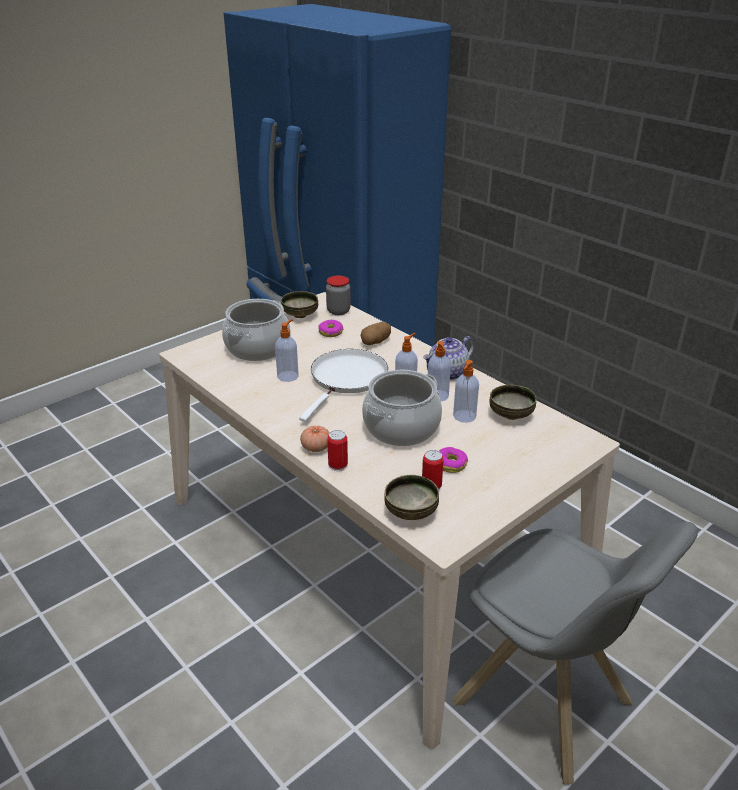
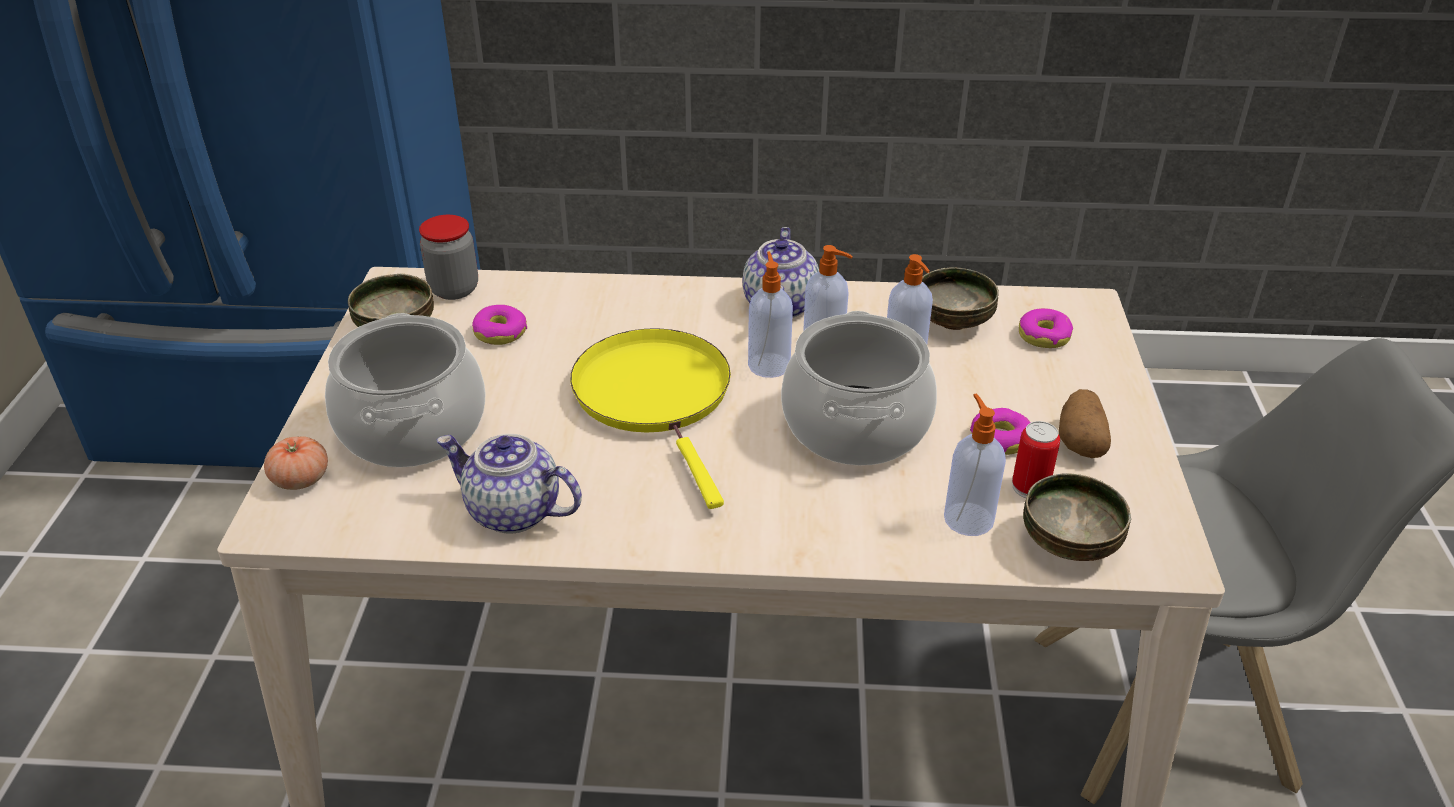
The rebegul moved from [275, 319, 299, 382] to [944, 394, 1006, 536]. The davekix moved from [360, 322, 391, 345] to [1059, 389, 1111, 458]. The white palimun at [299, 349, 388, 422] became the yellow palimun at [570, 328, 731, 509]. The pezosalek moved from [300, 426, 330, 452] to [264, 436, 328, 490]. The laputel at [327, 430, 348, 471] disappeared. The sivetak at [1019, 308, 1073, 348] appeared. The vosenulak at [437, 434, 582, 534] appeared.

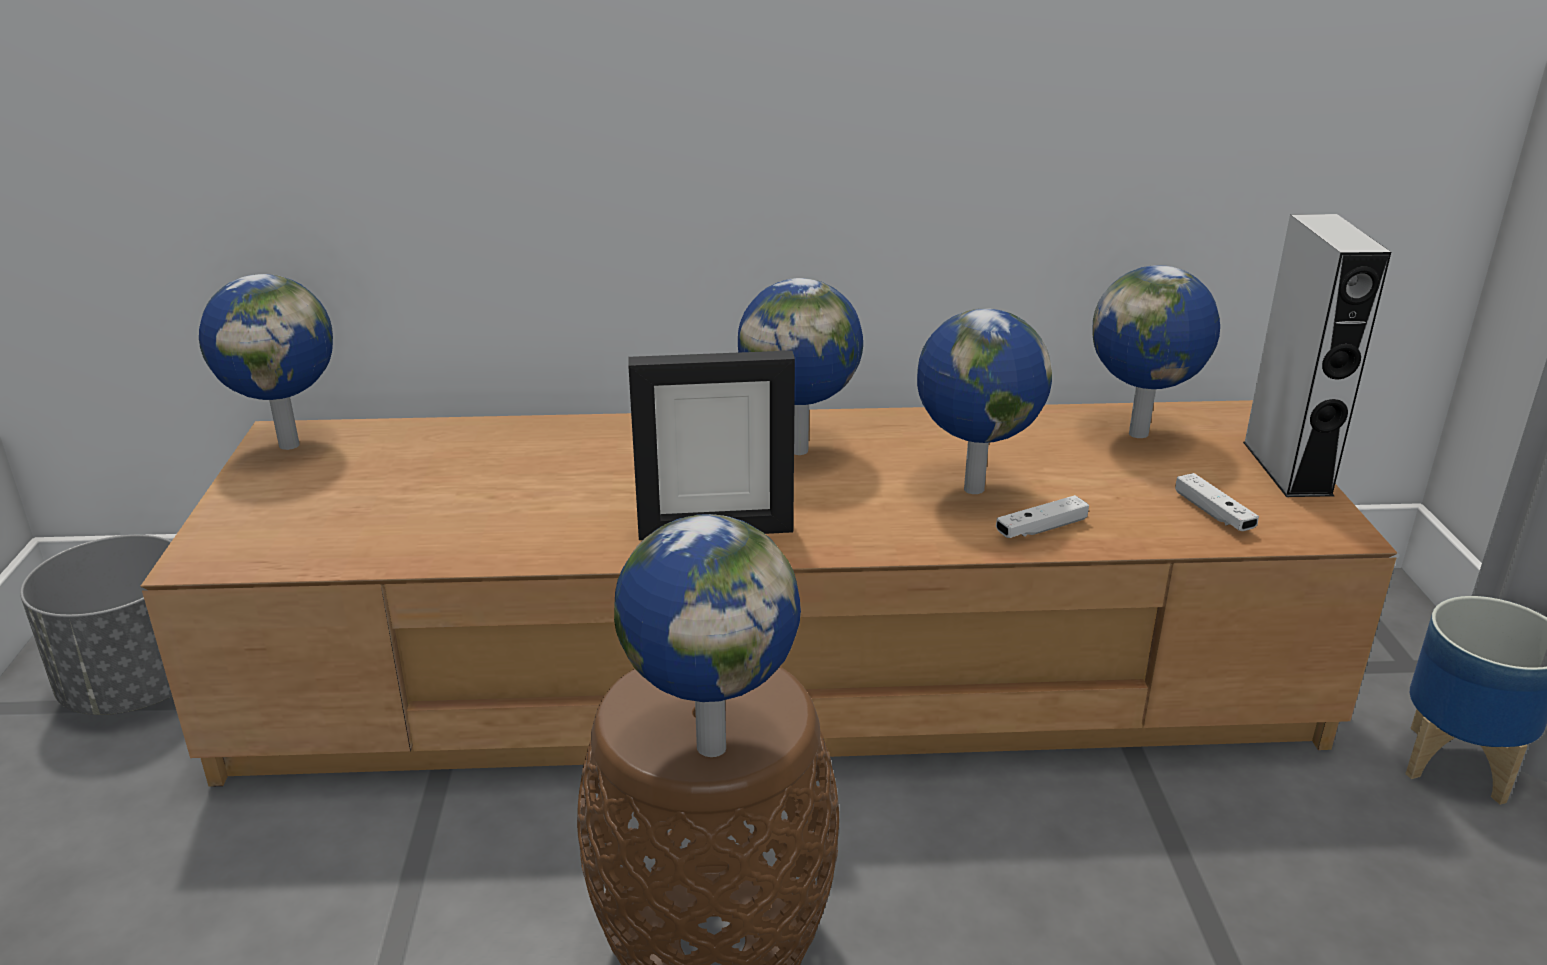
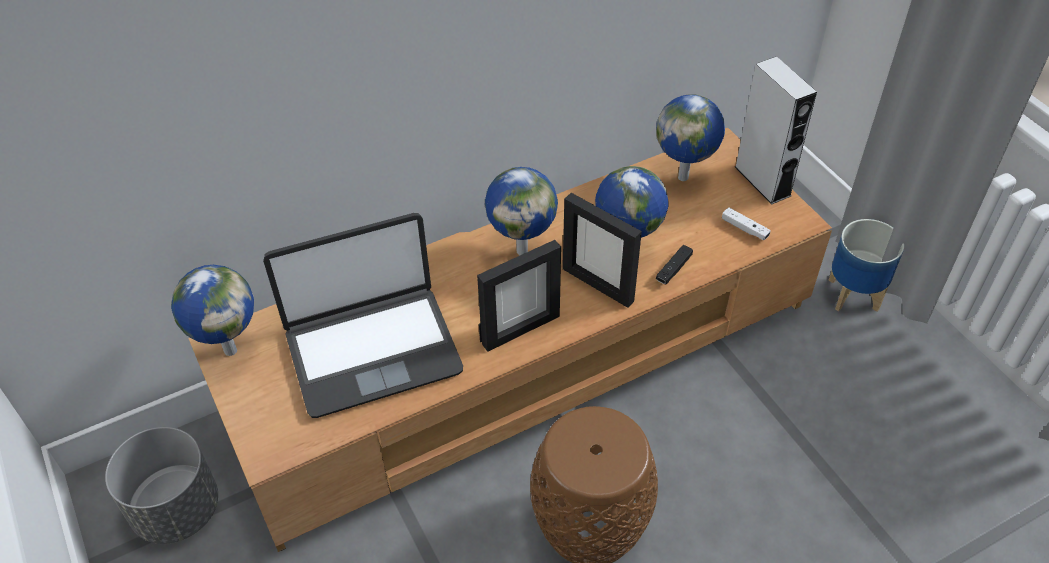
The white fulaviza at [996, 495, 1089, 538] became the black fulaviza at [656, 245, 693, 284]. The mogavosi at [614, 514, 801, 757] disappeared. The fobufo at [563, 193, 642, 308] appeared. The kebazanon at [263, 213, 463, 418] appeared.

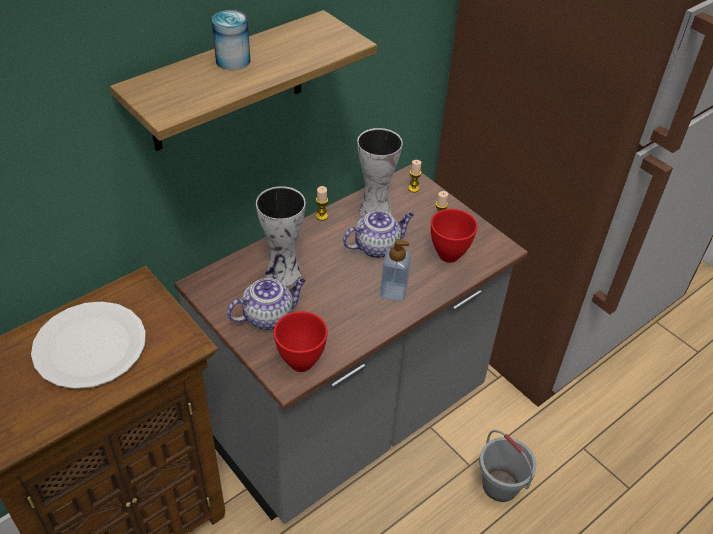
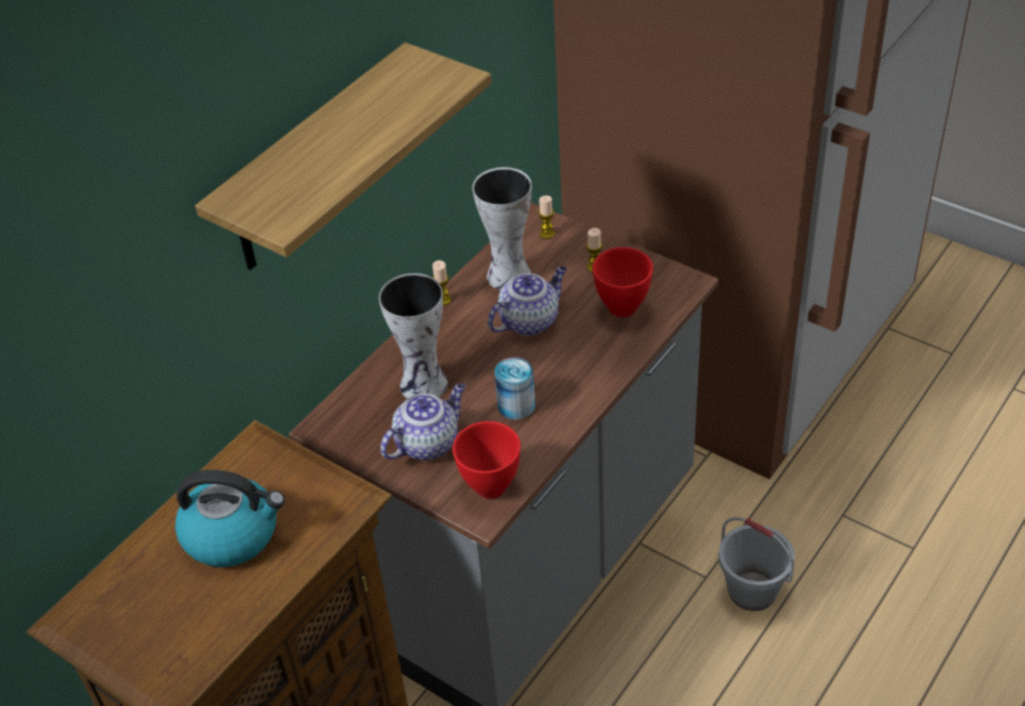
The laputel moved from [212, 10, 250, 70] to [495, 357, 535, 420]. The rebegul at [380, 239, 411, 301] disappeared. The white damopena at [31, 302, 146, 389] was replaced by the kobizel at [175, 470, 285, 567].

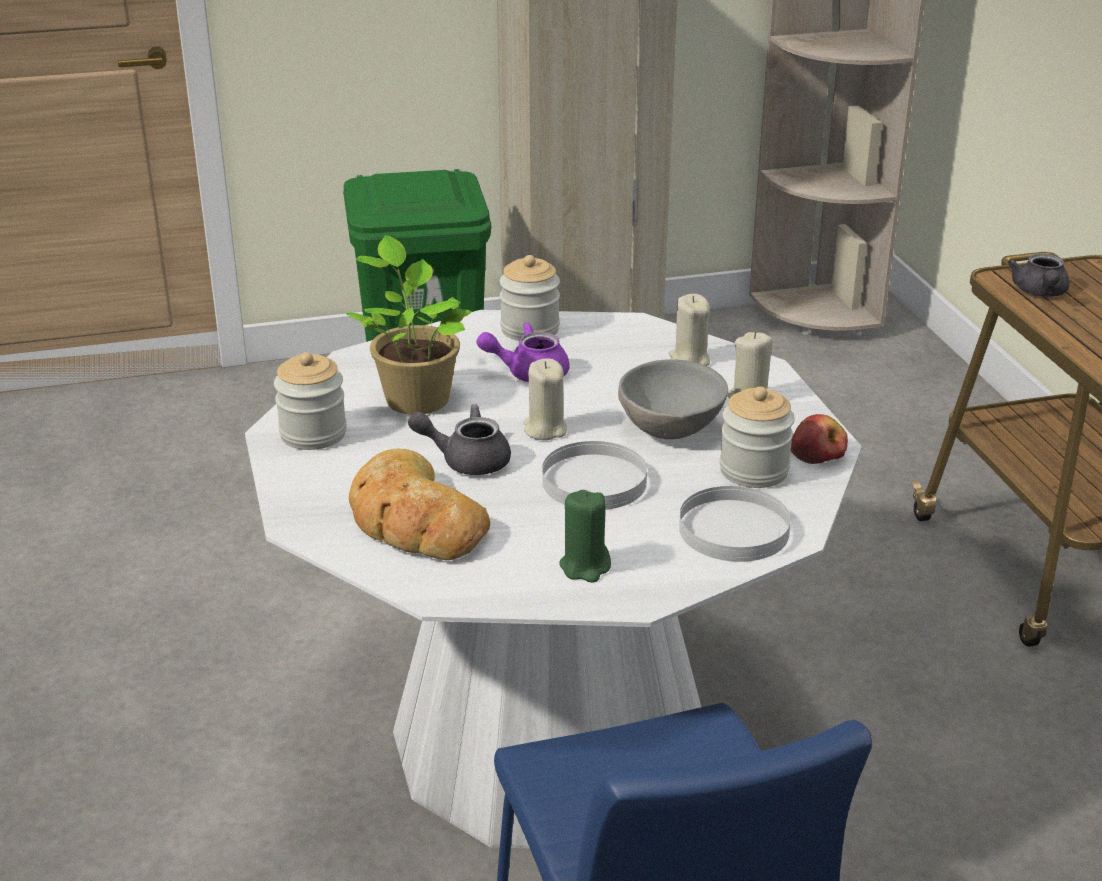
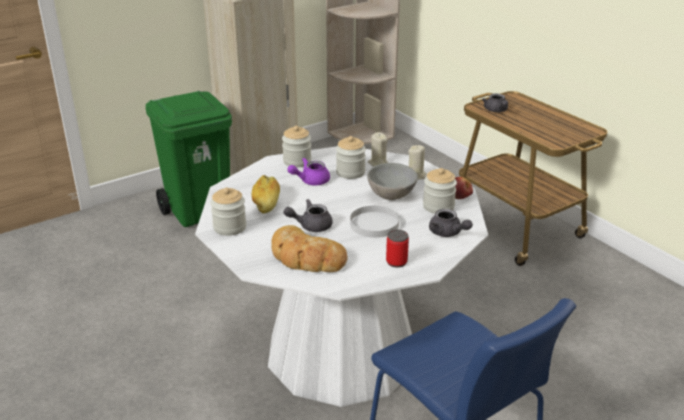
The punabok at [346, 235, 472, 415] was replaced by the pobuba at [252, 175, 280, 214]. The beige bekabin at [524, 359, 567, 440] disappeared. The white damopena at [679, 486, 791, 562] was replaced by the grey vosenulak at [429, 209, 473, 237]. The green bekabin at [559, 490, 611, 583] was replaced by the laputel at [386, 230, 409, 267]. The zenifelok at [336, 136, 366, 179] appeared.

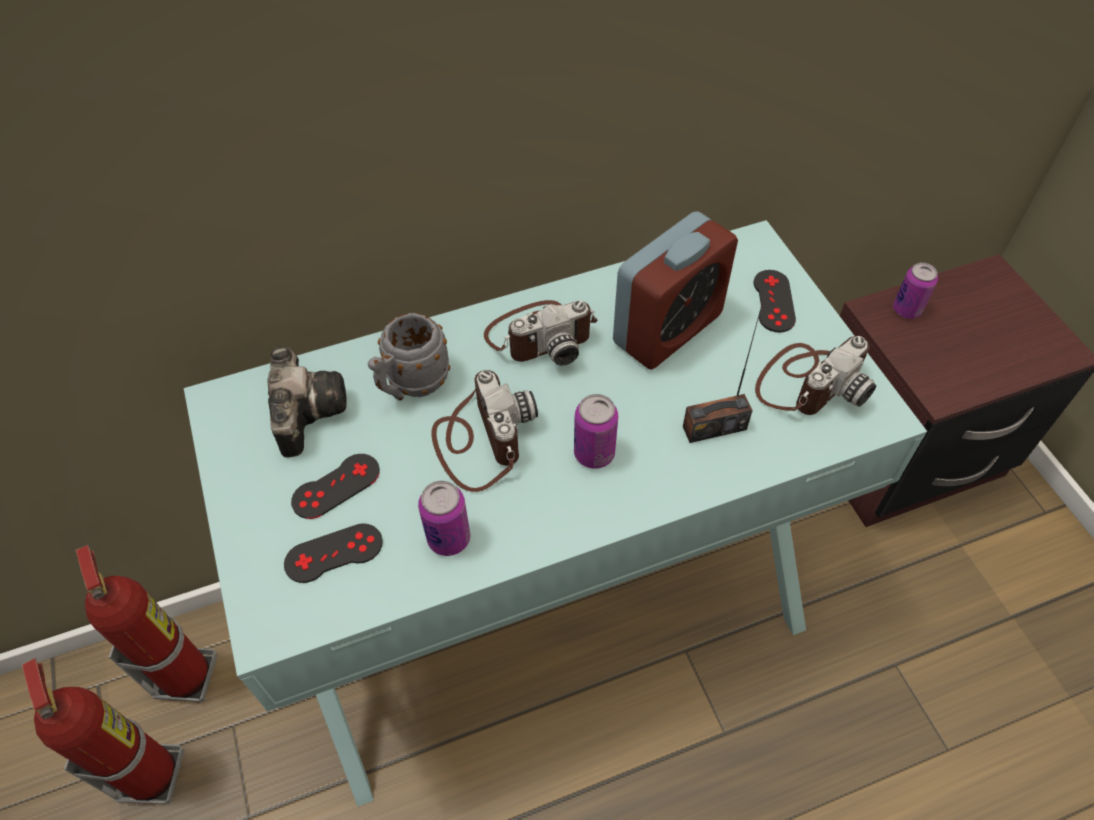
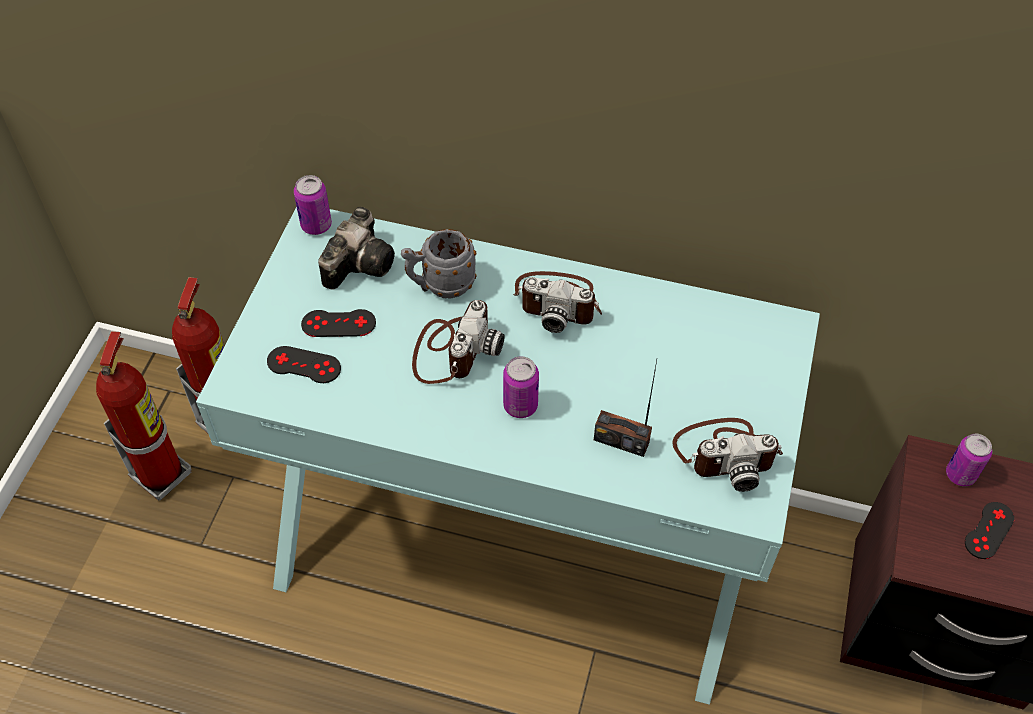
The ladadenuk at [613, 211, 738, 370] disappeared. The black fulaviza moved from [754, 270, 796, 333] to [965, 502, 1014, 559]. The laputel moved from [418, 481, 470, 556] to [294, 175, 332, 235].

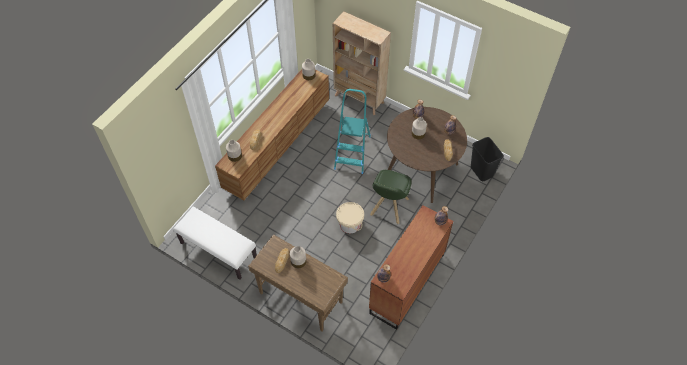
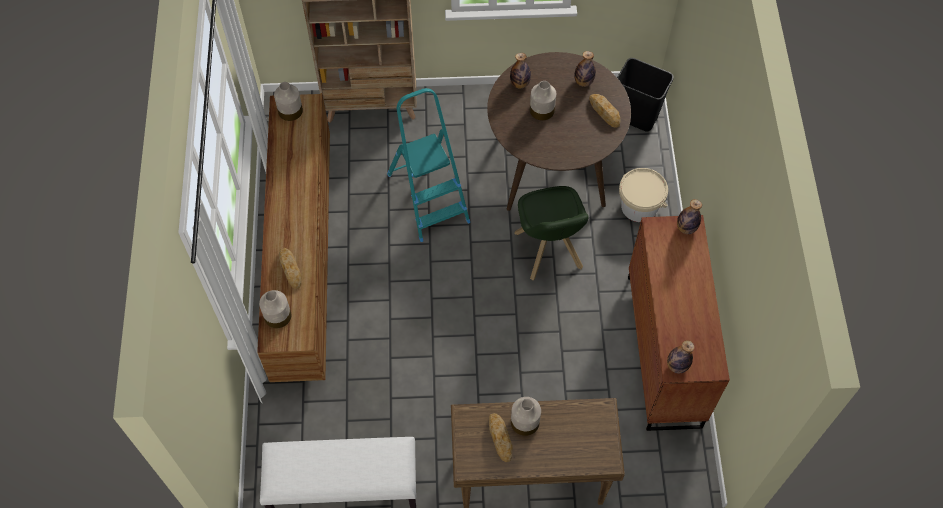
The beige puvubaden moved from [336, 202, 364, 233] to [619, 168, 668, 222].

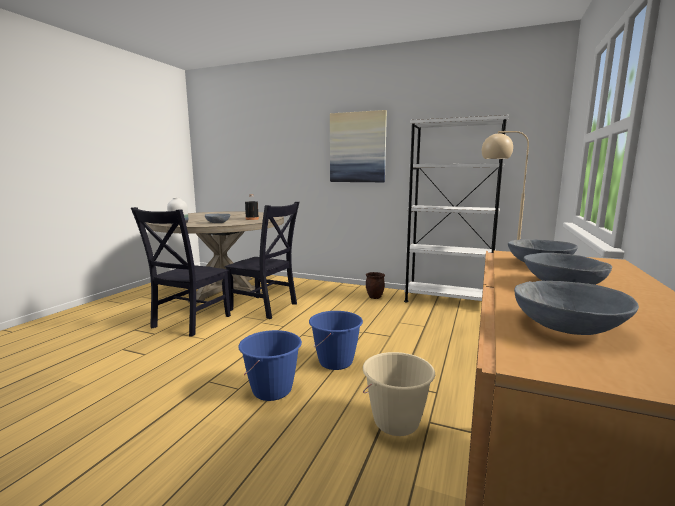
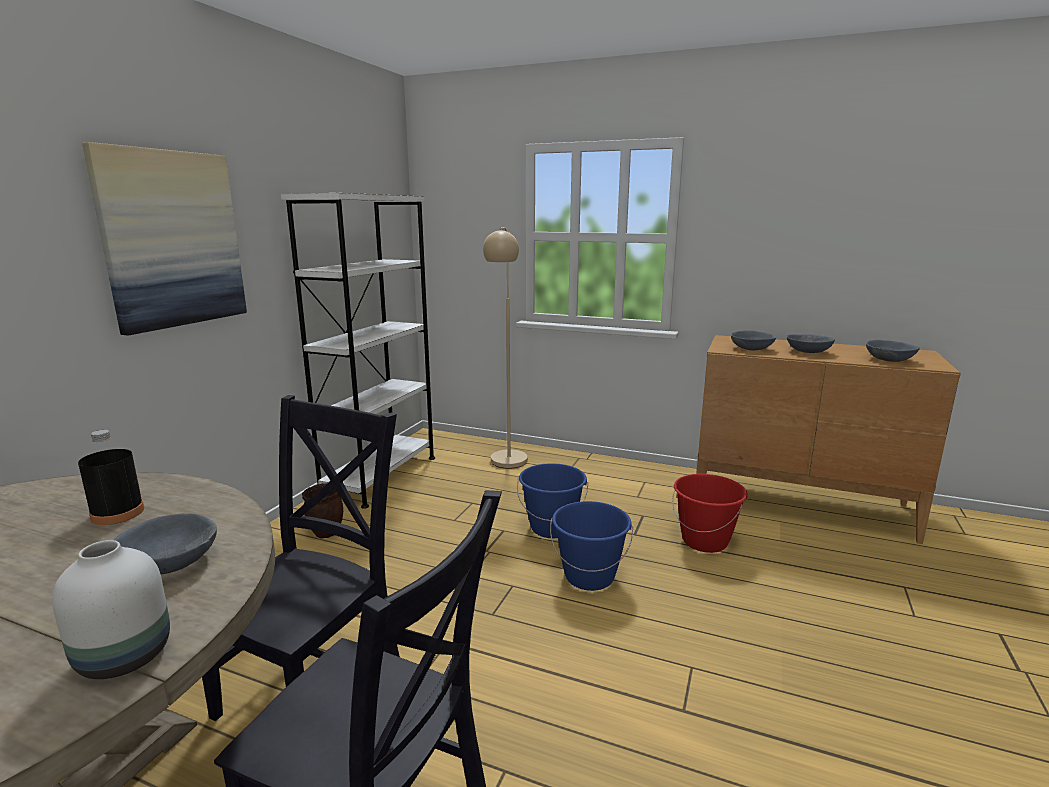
The blue puvubaden moved from [238, 330, 302, 401] to [517, 463, 588, 538]. The beige puvubaden at [363, 352, 435, 436] became the red puvubaden at [672, 474, 748, 553].

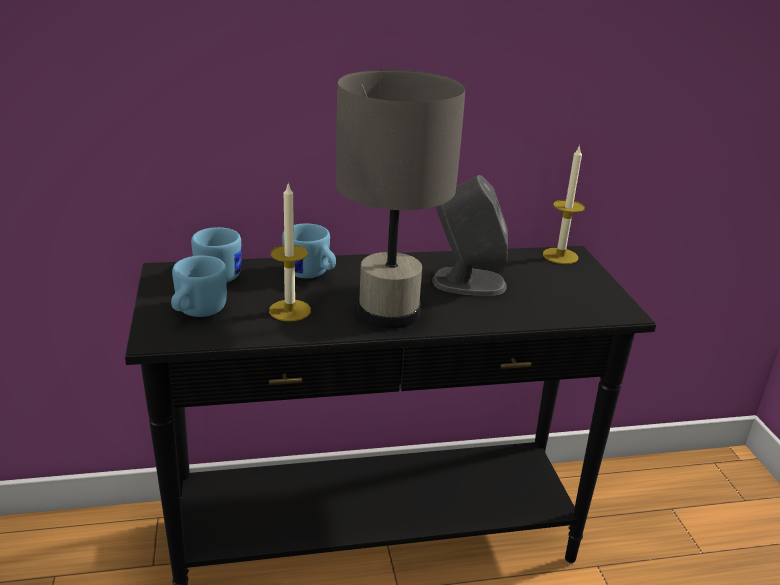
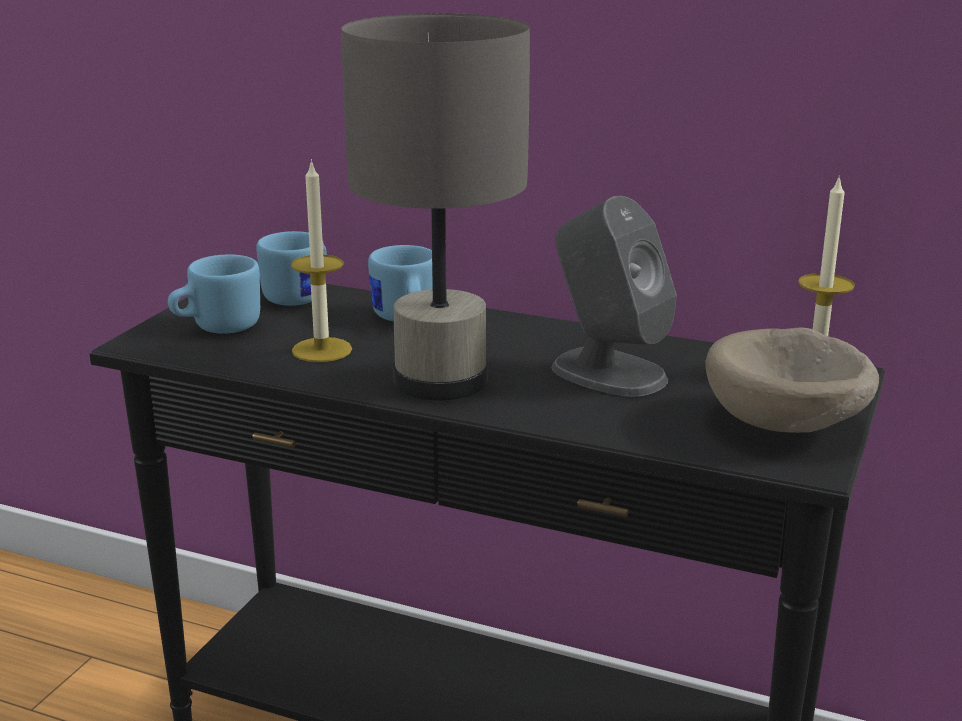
The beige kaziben at [706, 327, 879, 433] appeared.

